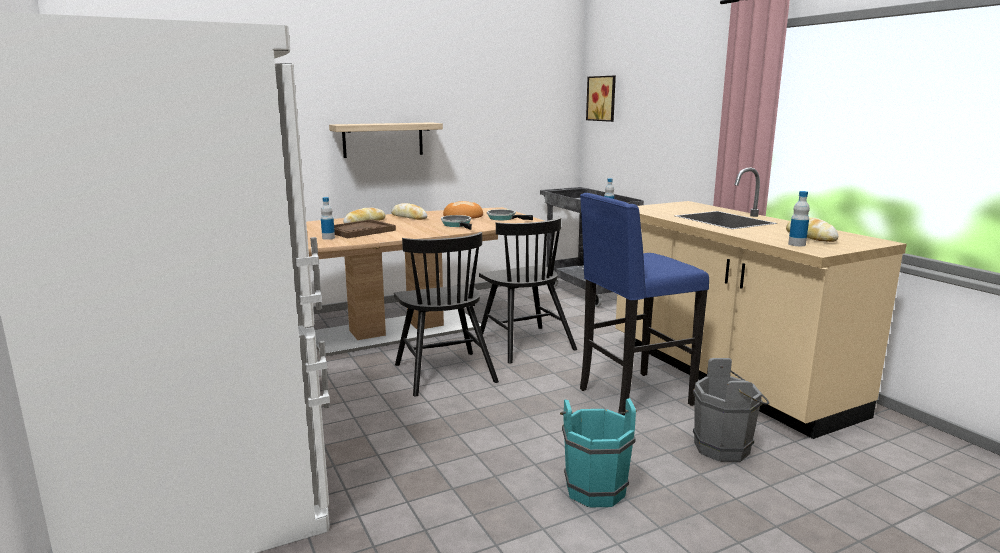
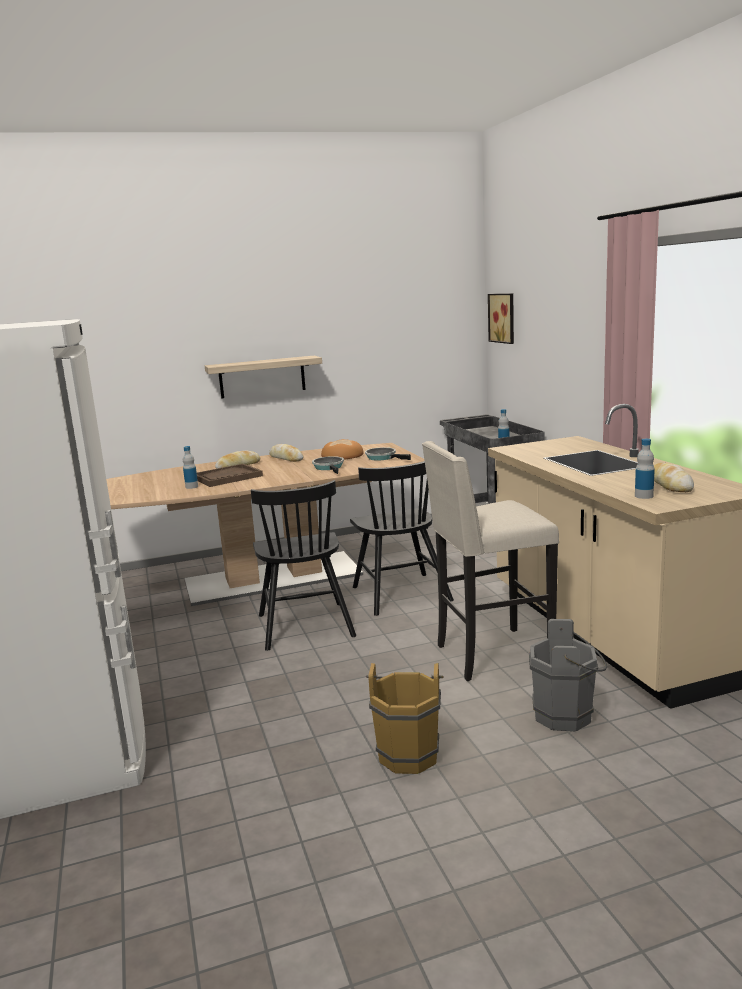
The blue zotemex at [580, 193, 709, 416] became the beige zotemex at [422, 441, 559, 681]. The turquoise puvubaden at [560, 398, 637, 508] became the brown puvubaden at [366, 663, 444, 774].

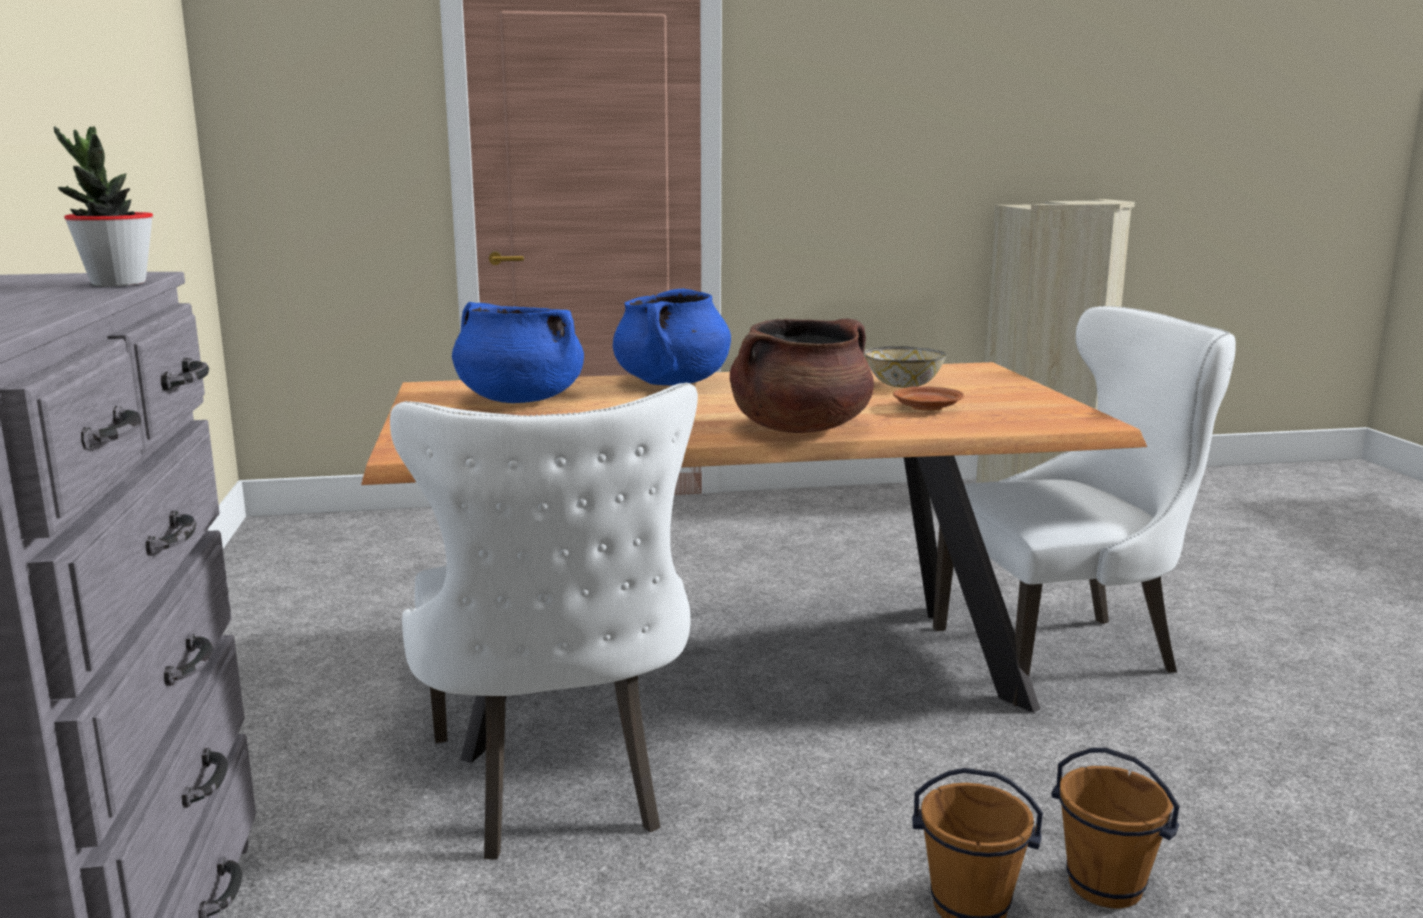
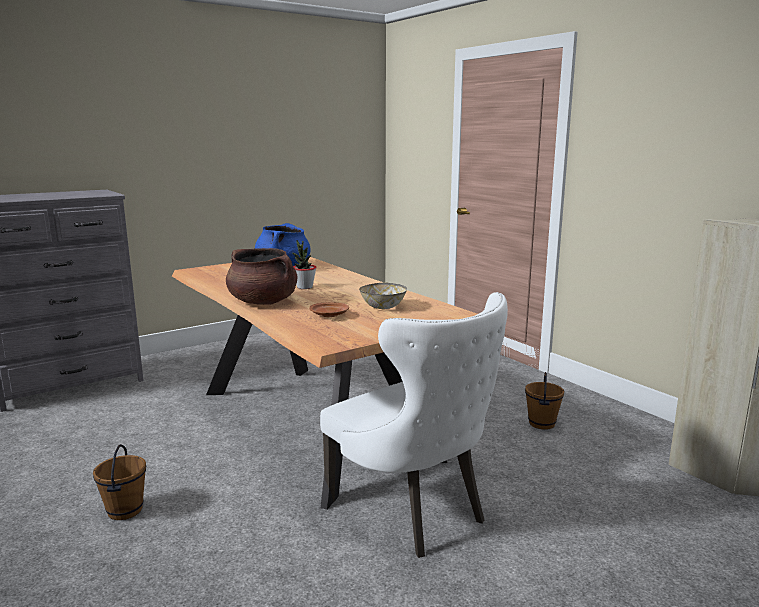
The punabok moved from [53, 126, 153, 286] to [293, 240, 316, 289]. The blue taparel at [613, 288, 731, 385] disappeared. The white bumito at [390, 383, 698, 860] disappeared. The brown puvubaden moved from [1051, 748, 1180, 909] to [525, 372, 564, 430].

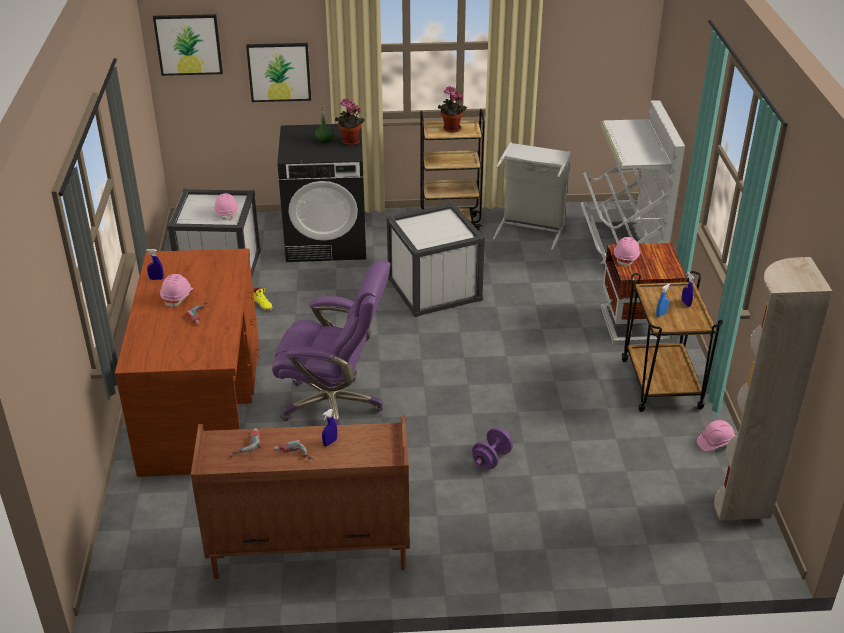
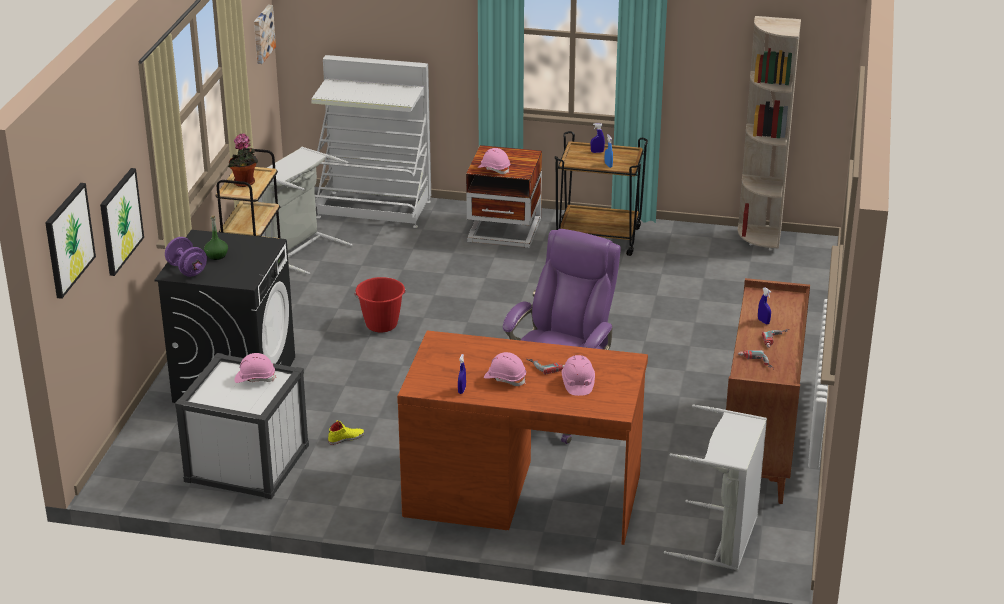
The punabok at [335, 98, 365, 146] disappeared. The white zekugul at [386, 202, 485, 317] was replaced by the red puvubaden at [354, 277, 406, 333]. The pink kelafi moved from [697, 420, 735, 451] to [562, 355, 595, 396]. The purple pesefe moved from [472, 428, 513, 469] to [165, 237, 207, 277]. The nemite at [254, 5, 276, 64] appeared. The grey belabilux at [664, 404, 767, 571] appeared.

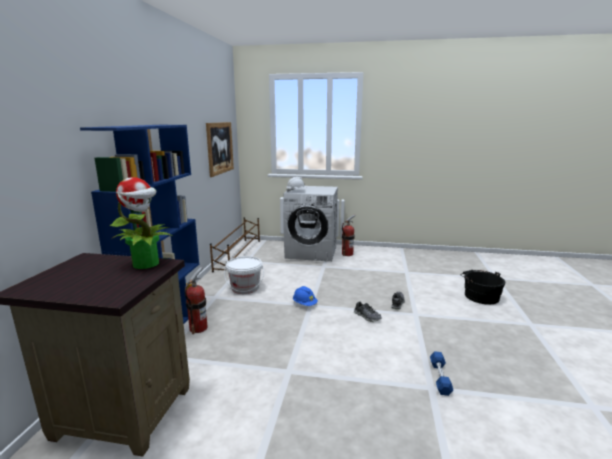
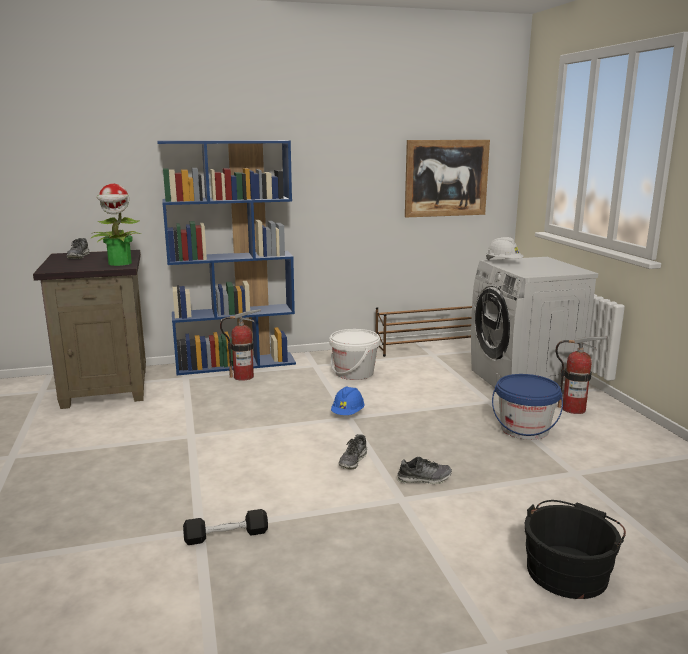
The blue pesefe at [430, 351, 453, 396] became the black pesefe at [183, 509, 268, 545]. The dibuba at [67, 238, 90, 259] appeared. The blue puvubaden at [492, 374, 563, 440] appeared.

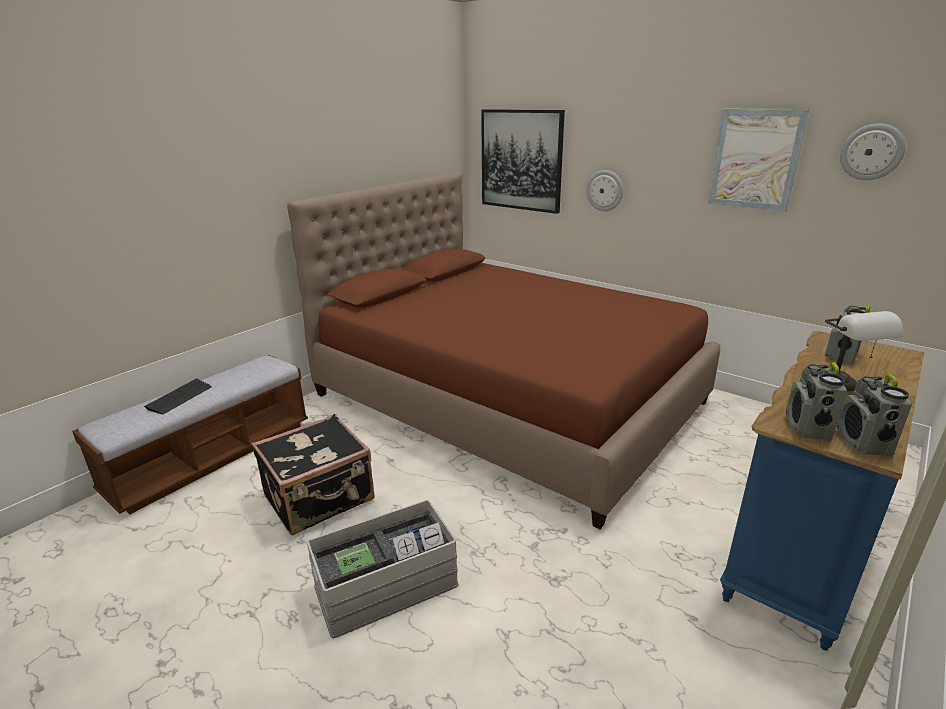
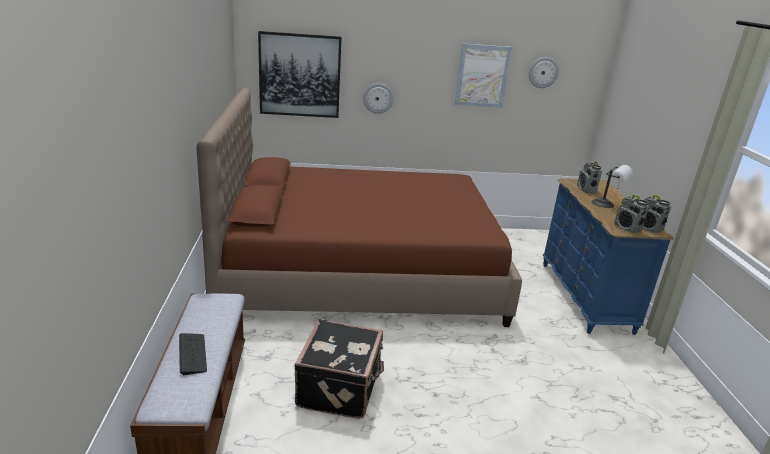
The grey zekugul at [307, 500, 459, 638] disappeared.

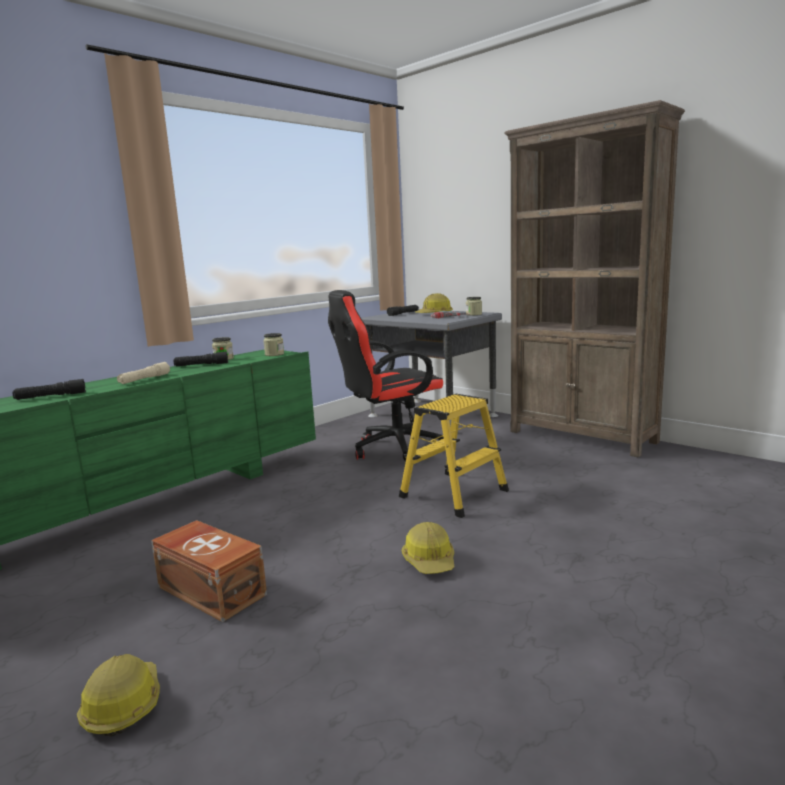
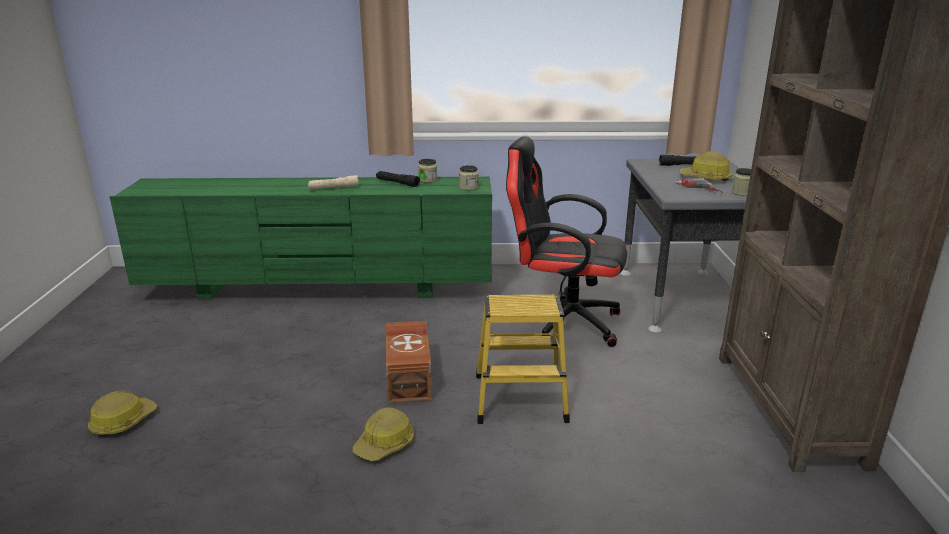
The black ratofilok at [12, 379, 86, 400] disappeared. The brown zekugul moved from [151, 520, 267, 622] to [386, 321, 432, 403].

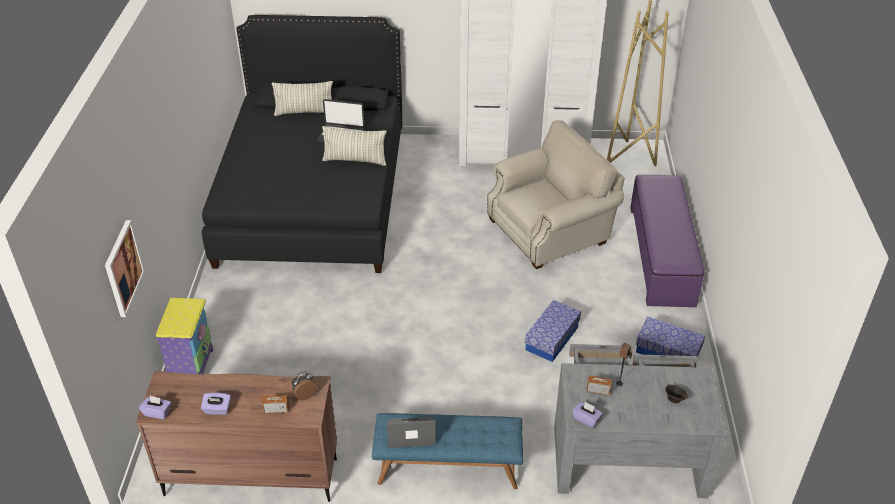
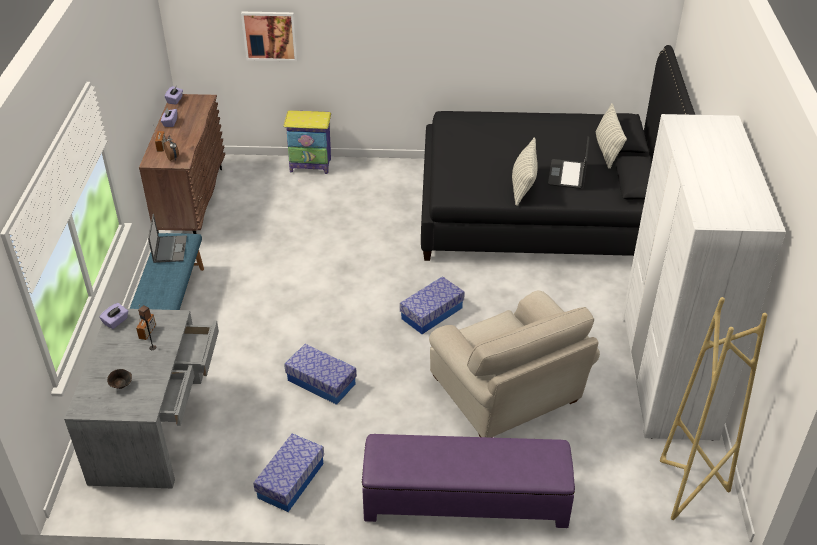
The zekugul at [400, 276, 465, 334] appeared.

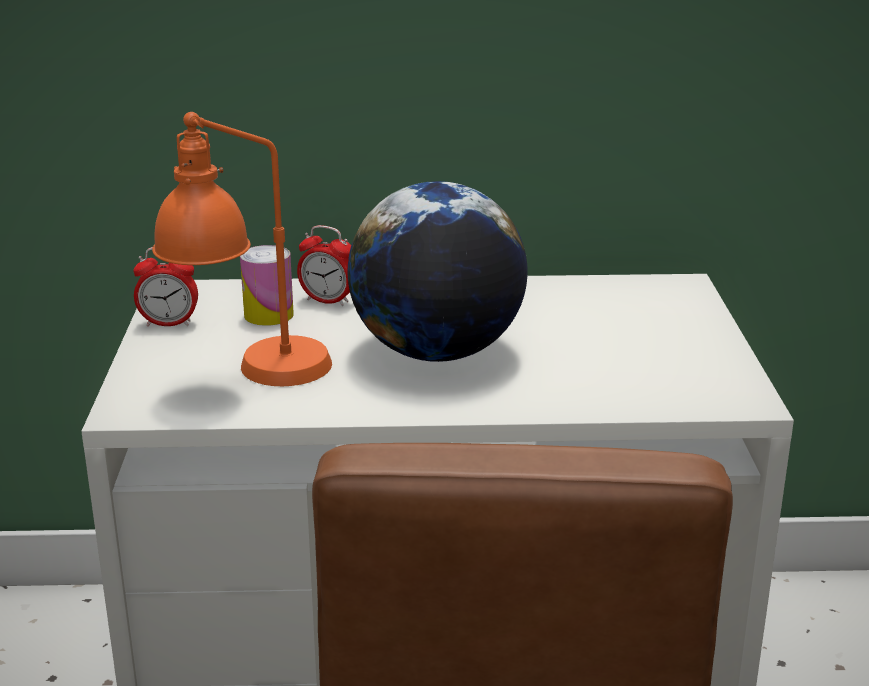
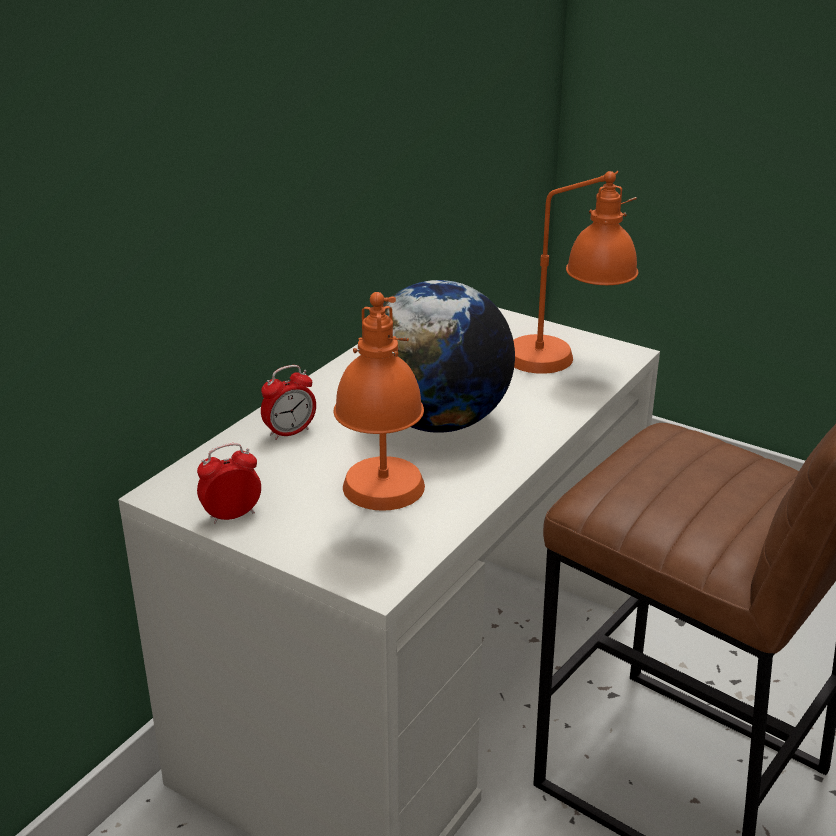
The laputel at [240, 245, 294, 326] disappeared. The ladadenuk at [133, 247, 198, 326] turned 150 degrees counterclockwise. The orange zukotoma at [513, 171, 638, 374] appeared.

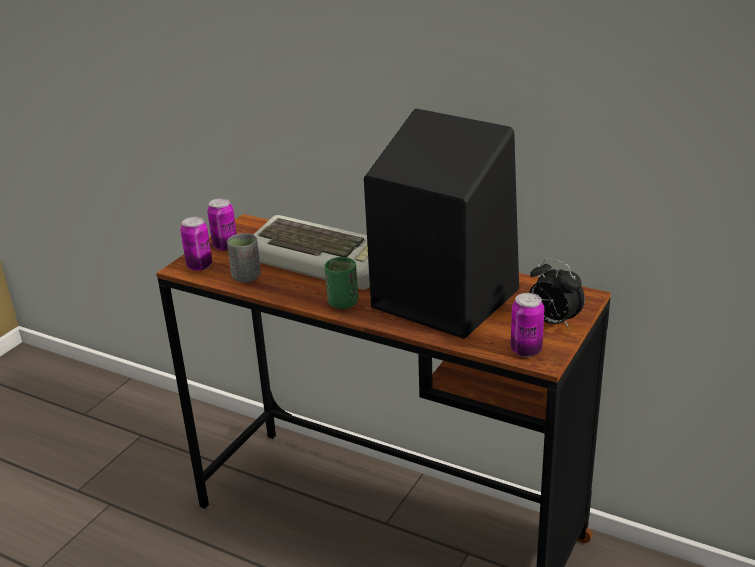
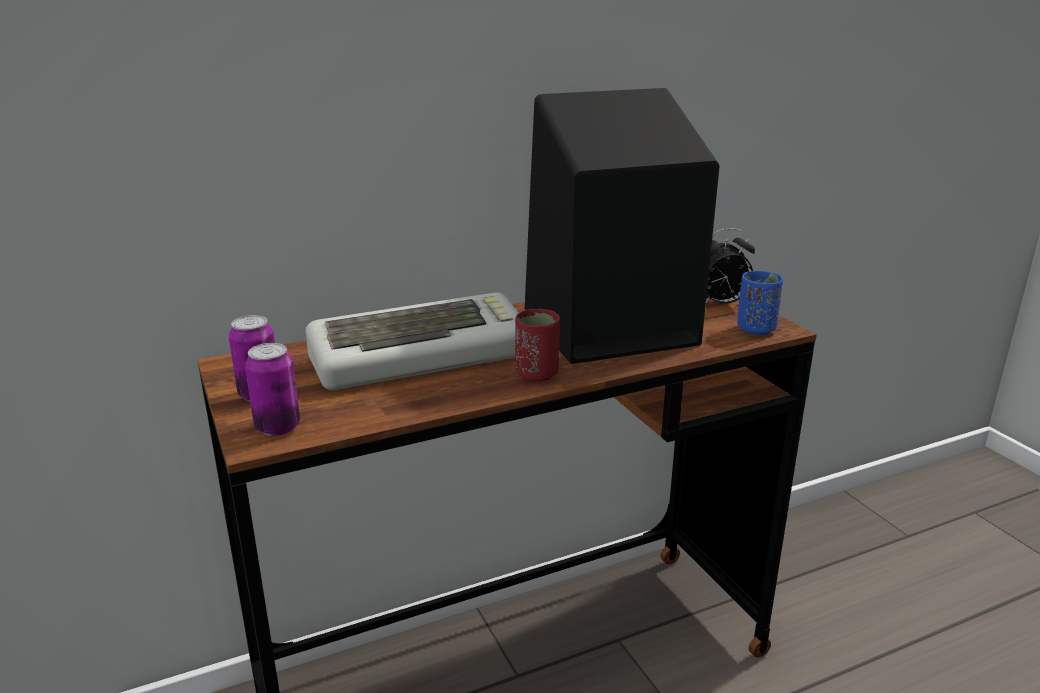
The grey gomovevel at [227, 233, 260, 283] disappeared. The green gomovevel at [325, 257, 358, 309] became the red gomovevel at [515, 309, 560, 382]. The laputel at [511, 293, 545, 357] was replaced by the blue gomovevel at [737, 271, 783, 335].

